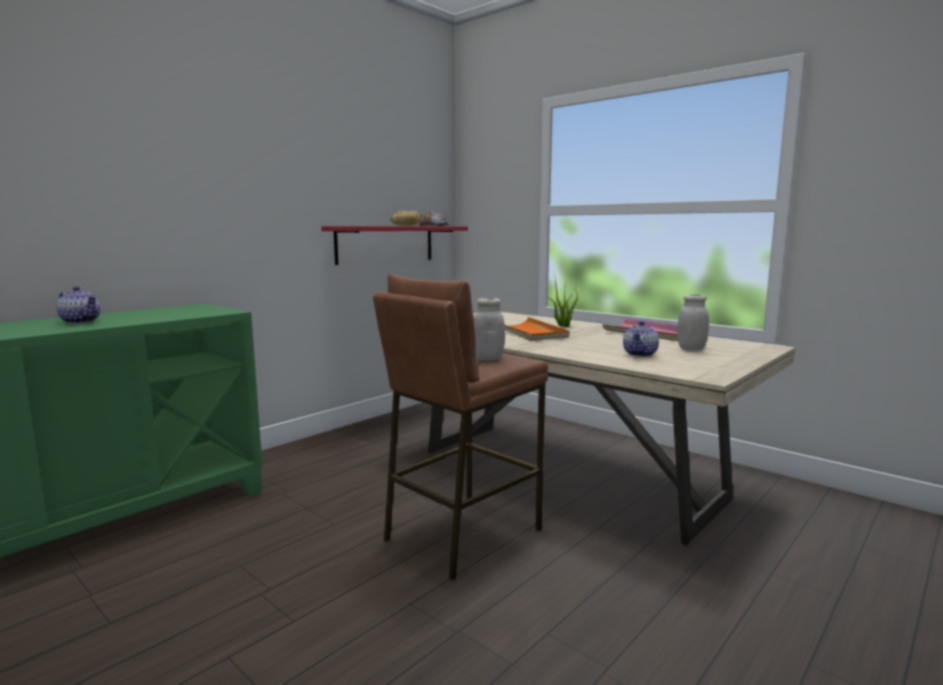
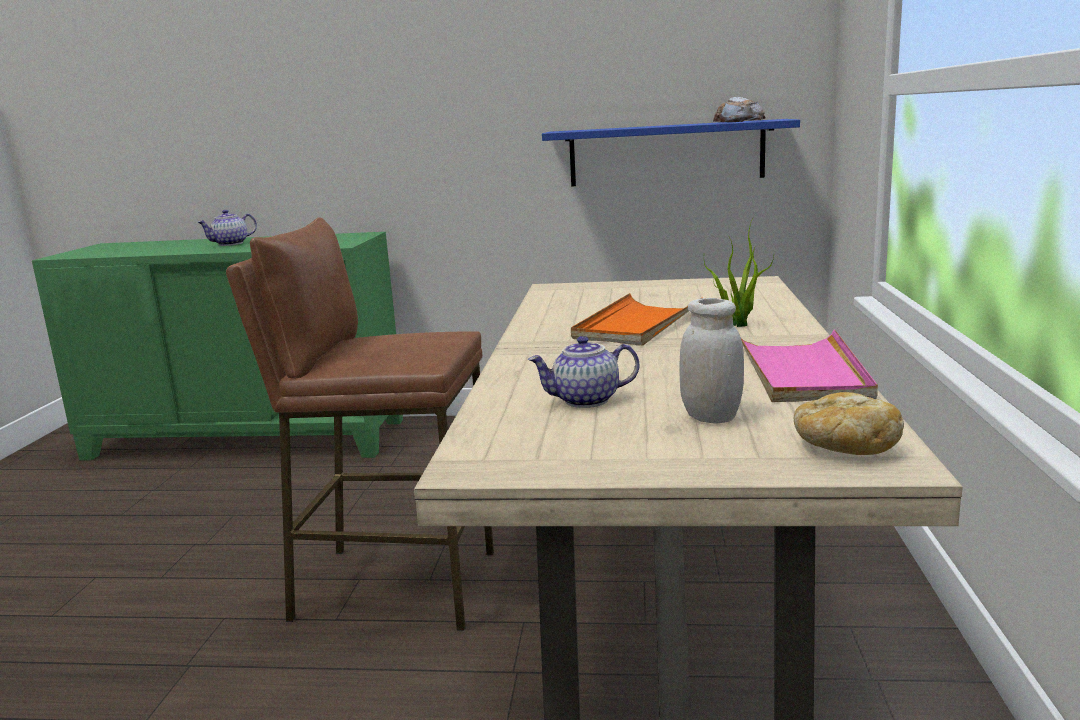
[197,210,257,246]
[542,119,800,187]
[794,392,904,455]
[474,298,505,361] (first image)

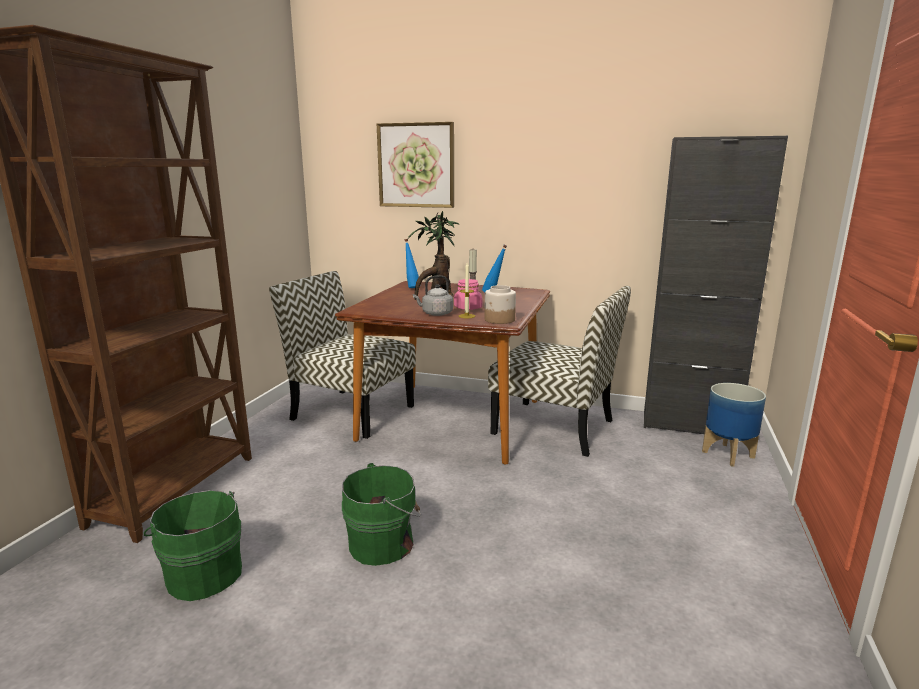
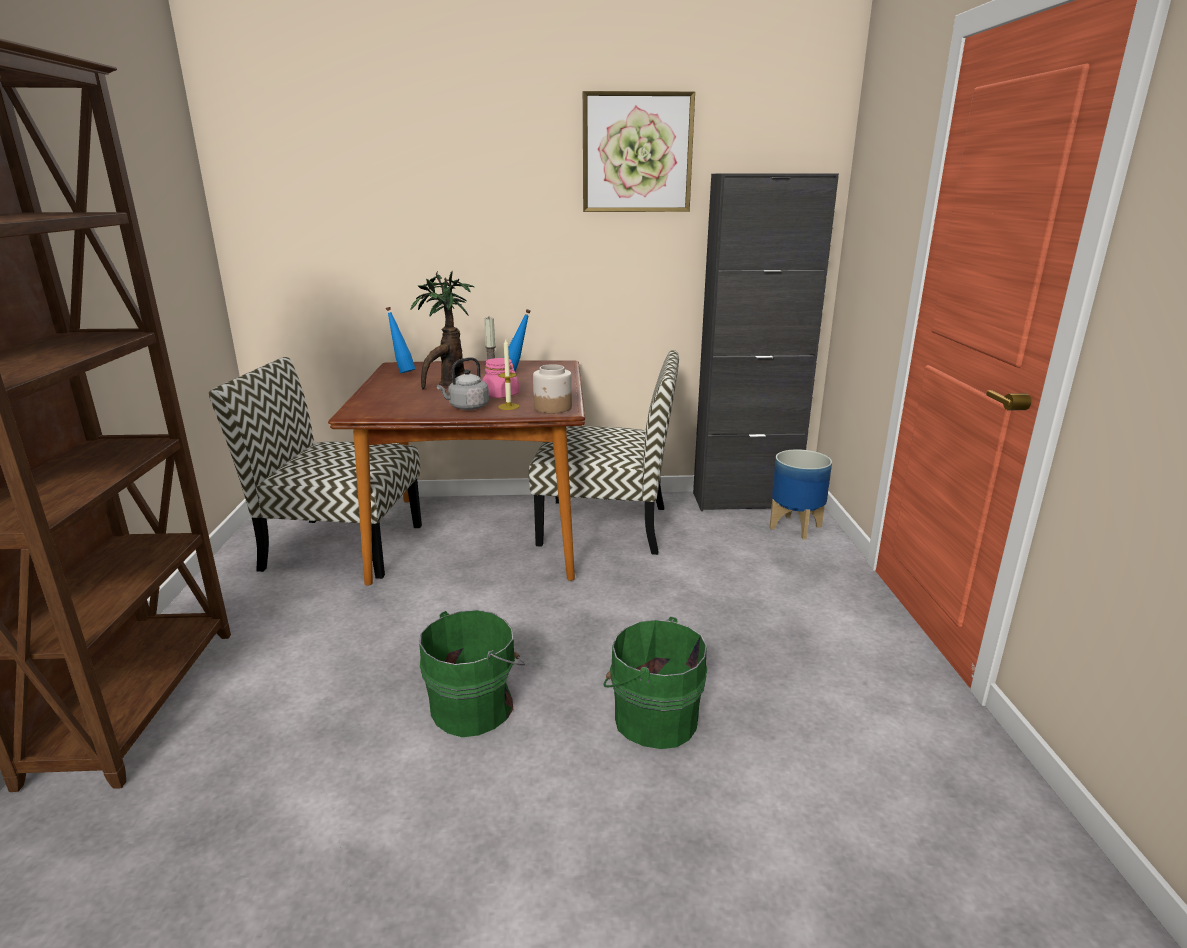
[603,617,707,749]
[583,91,695,212]

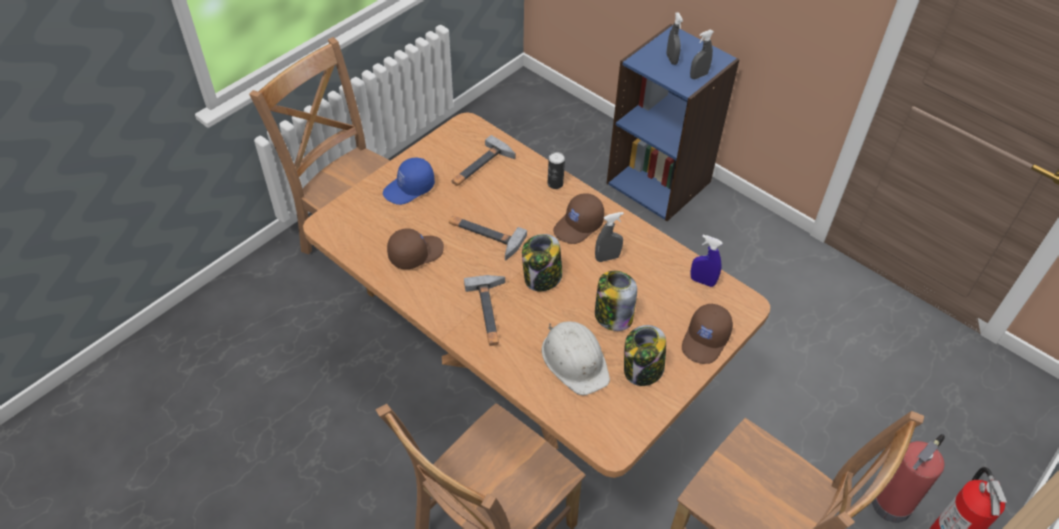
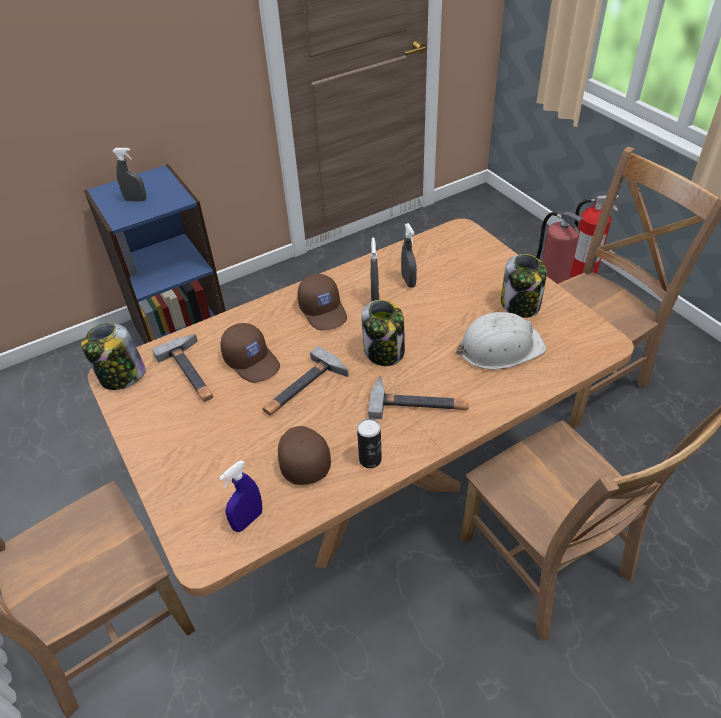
[383,158,435,205] (first image)
[357,418,382,468]
[81,323,146,390]
[220,323,280,383]
[401,223,417,288]
[219,460,262,532]

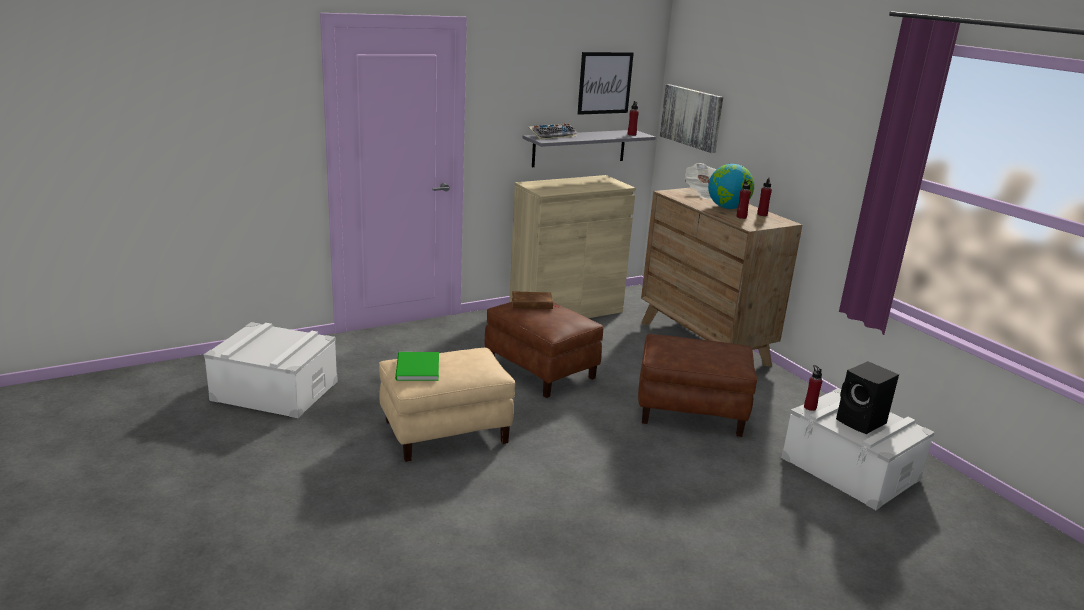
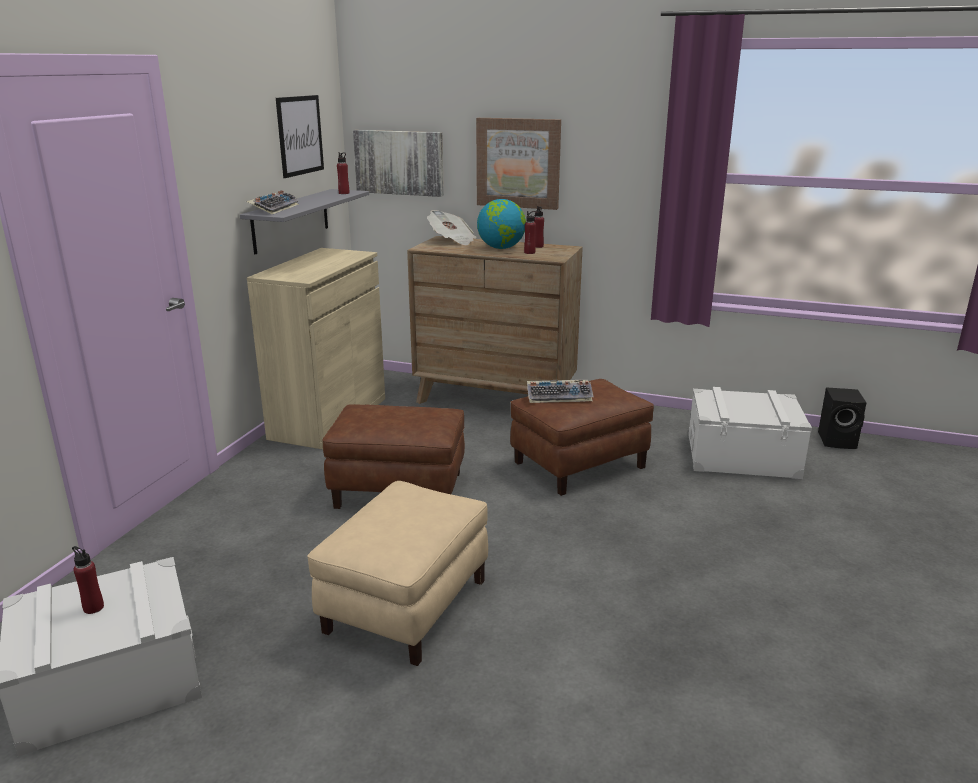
[395,352,439,381] (first image)
[512,291,558,309] (first image)
[72,546,104,614]
[818,387,867,449]
[476,118,561,210]
[527,380,594,403]

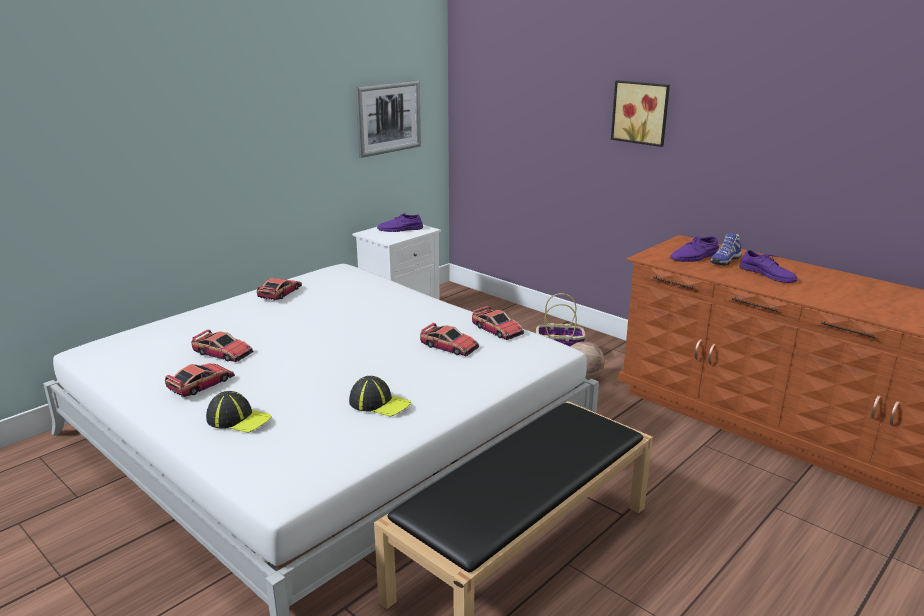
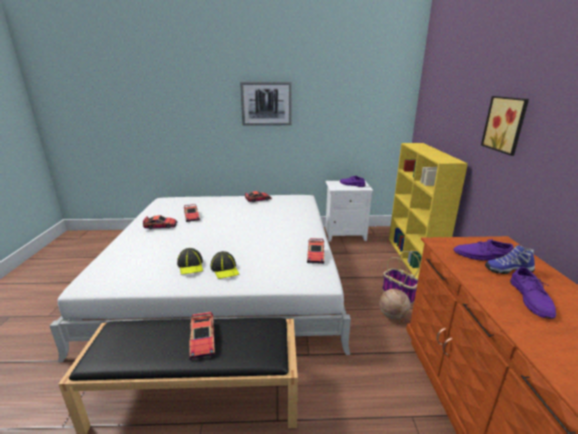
[211,251,239,279]
[240,82,292,126]
[189,312,215,360]
[389,143,468,279]

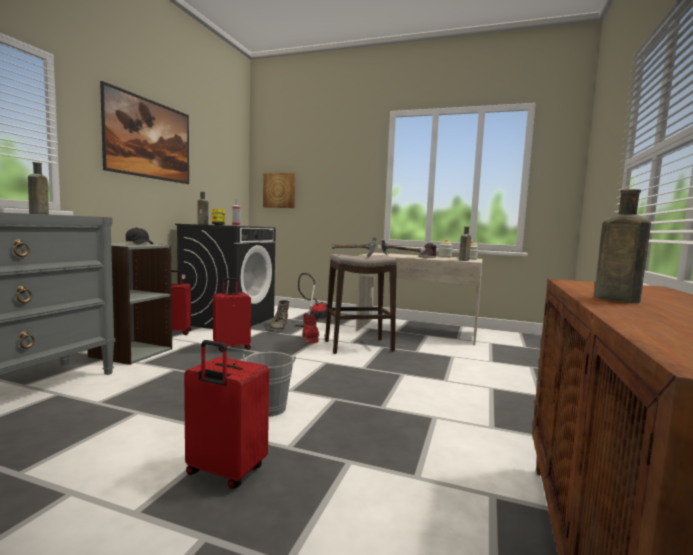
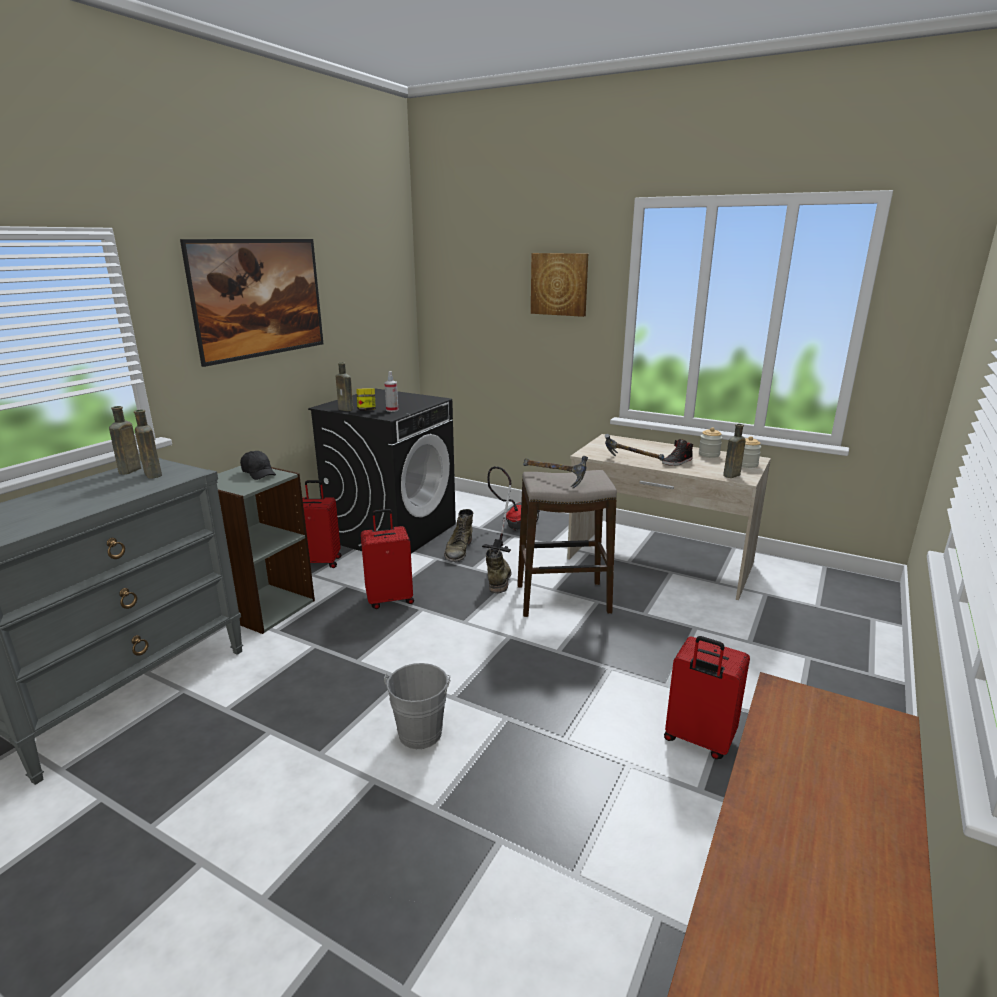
[664,636,750,759]
[531,253,588,317]
[486,548,512,593]
[134,409,162,479]

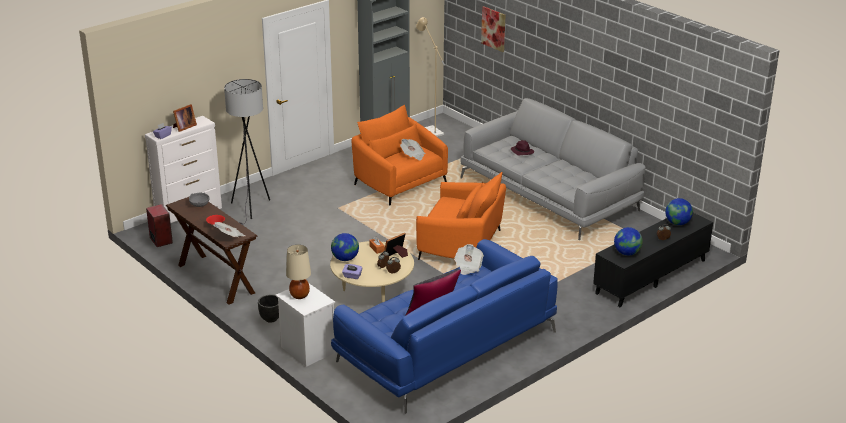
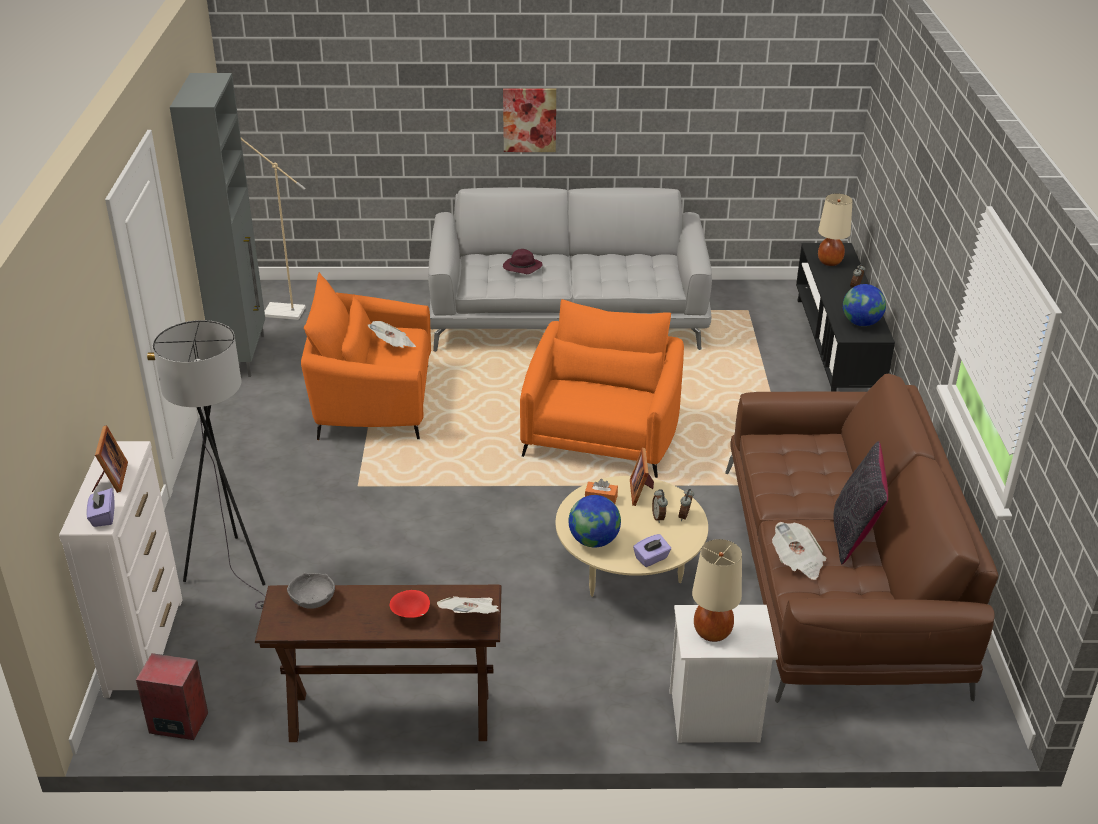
[258,295,279,323] (first image)
[725,374,998,703]
[520,299,684,478]
[772,522,826,580]
[503,88,556,152]
[818,194,853,266]

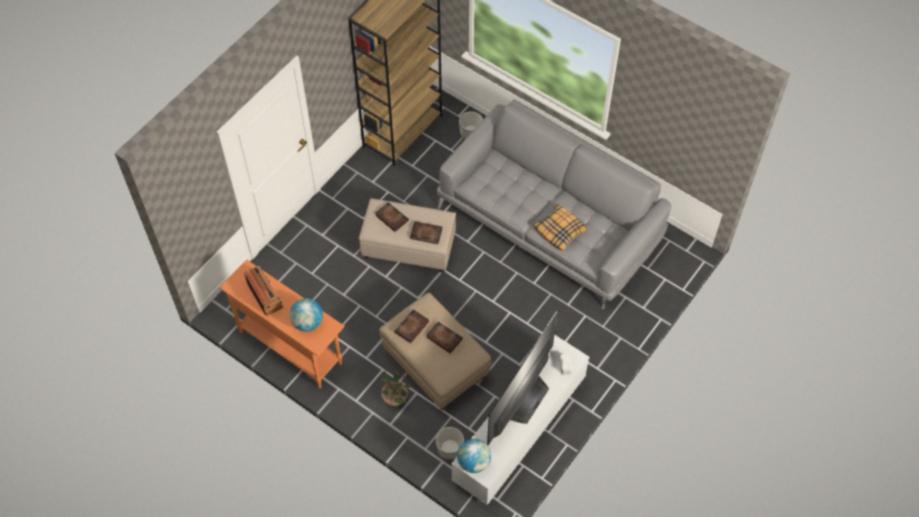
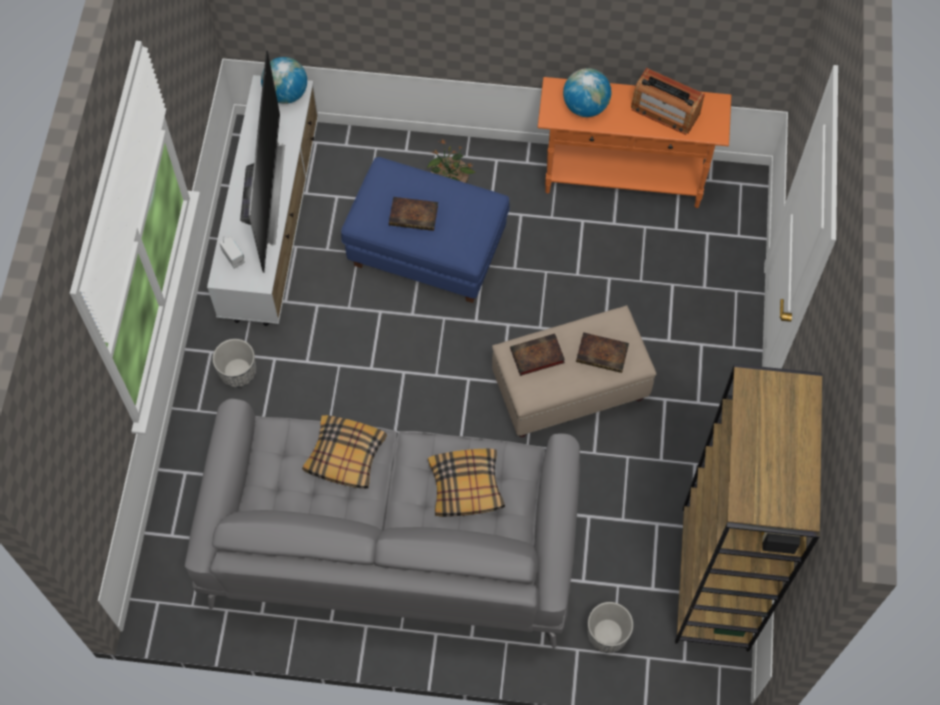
[341,157,510,303]
[394,309,429,343] (first image)
[213,339,256,388]
[428,449,505,517]

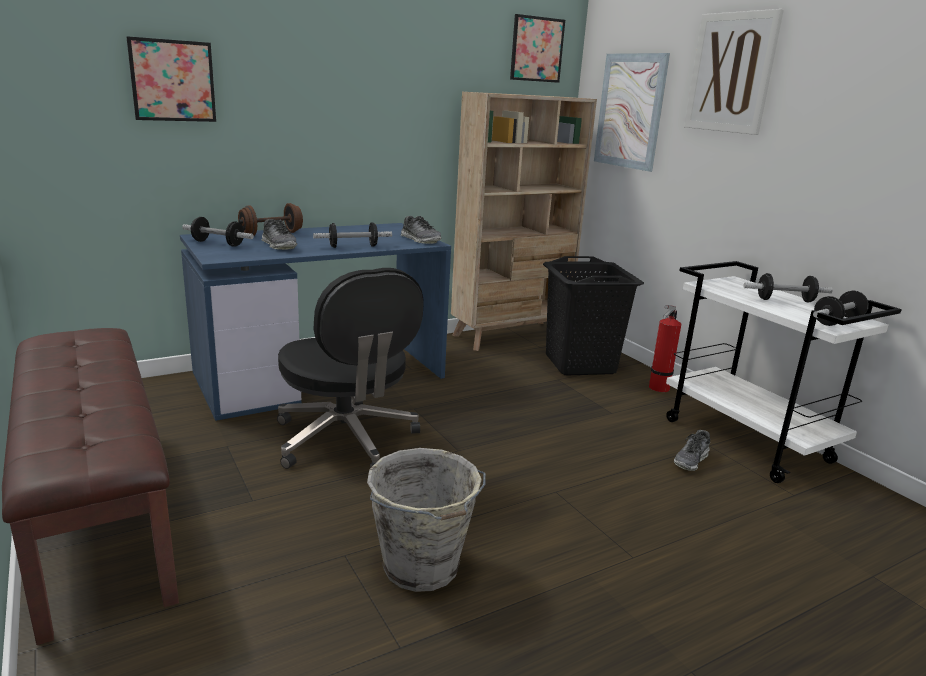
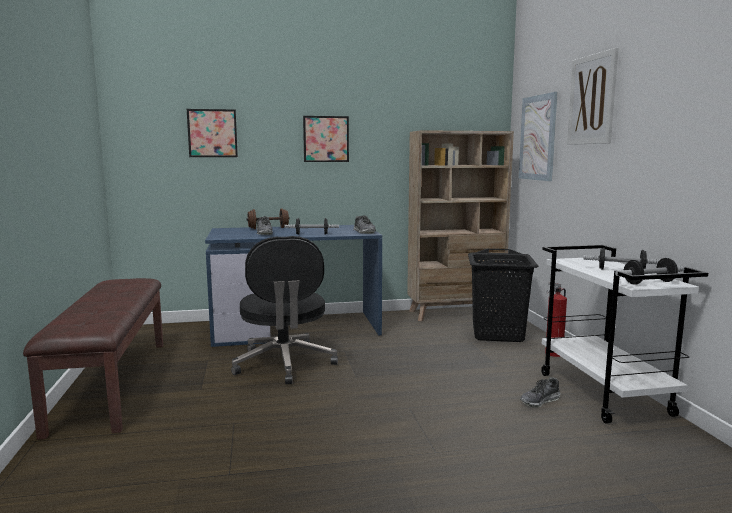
[182,217,254,247] (first image)
[367,448,486,592] (first image)
[303,116,349,162]

